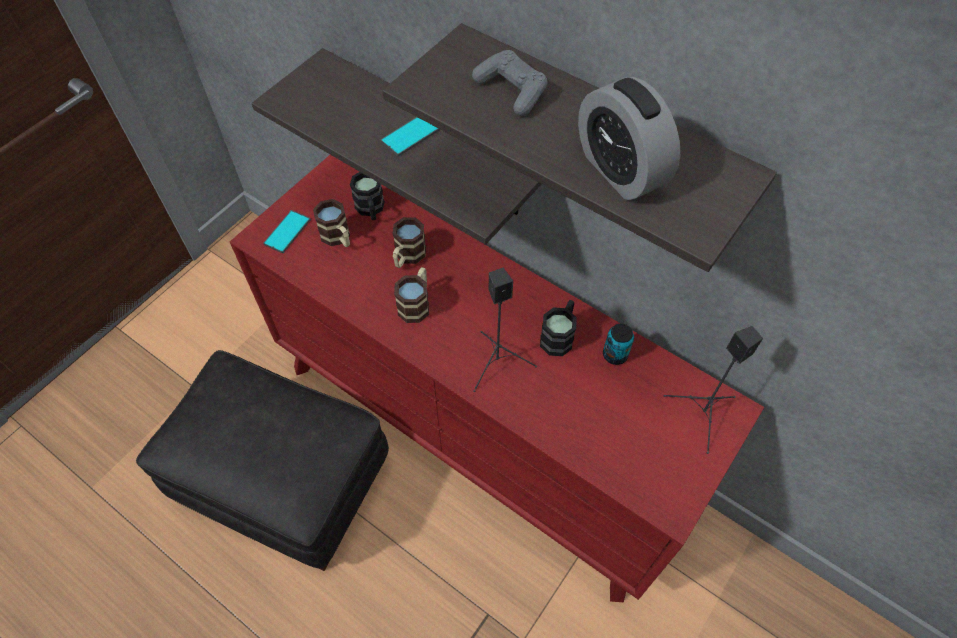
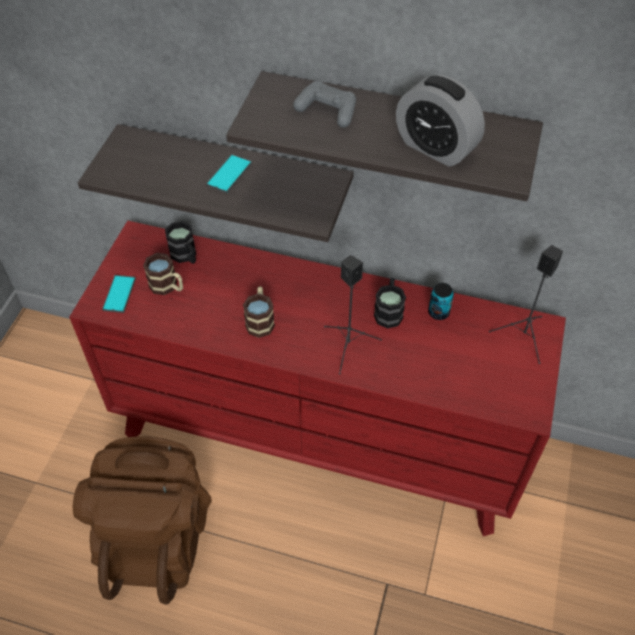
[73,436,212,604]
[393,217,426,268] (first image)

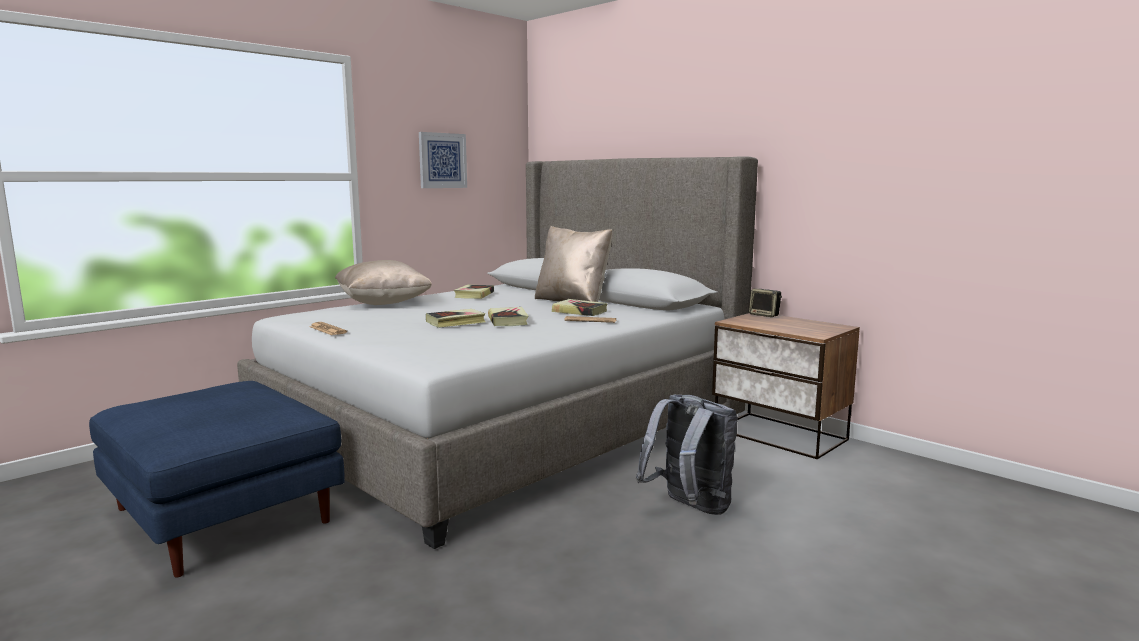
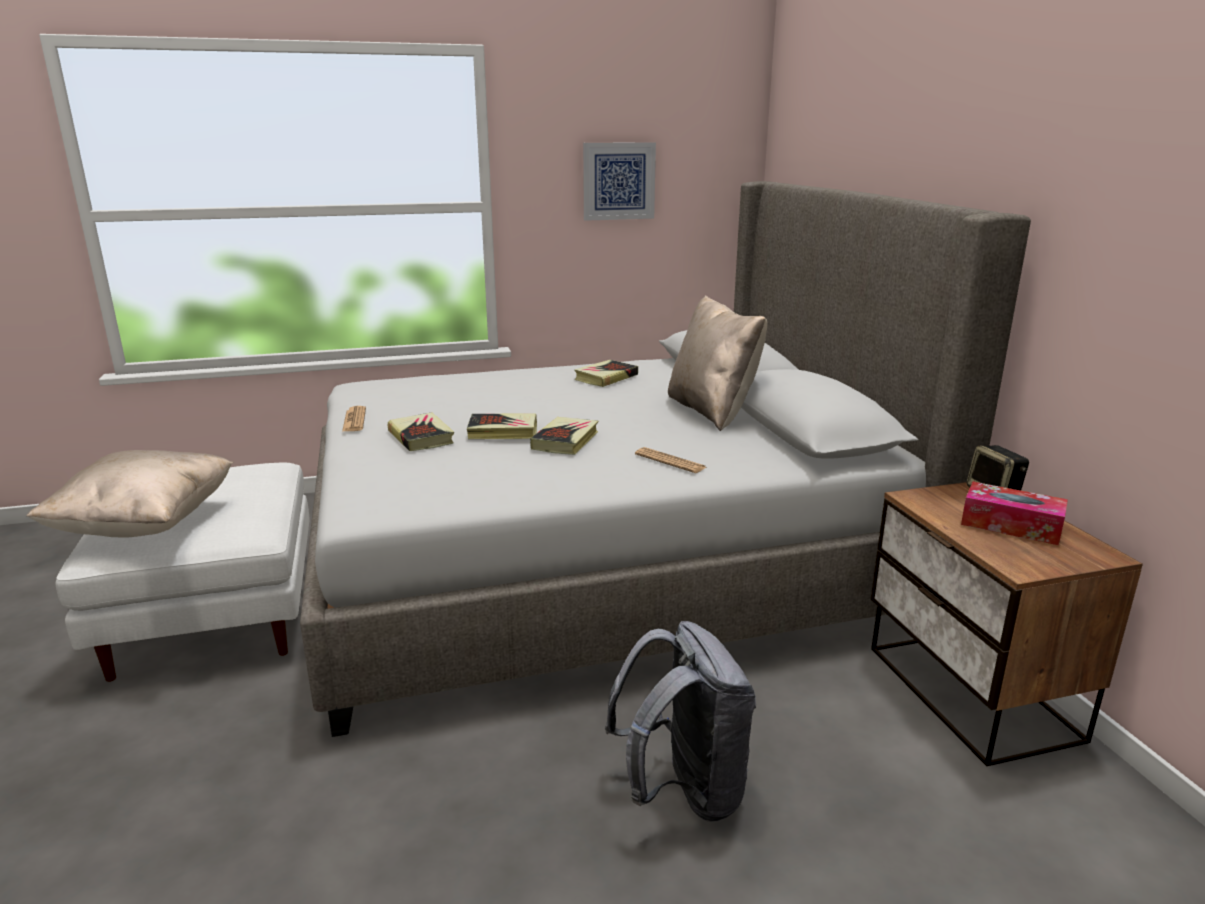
[56,463,310,682]
[26,450,234,538]
[388,412,454,451]
[961,482,1068,545]

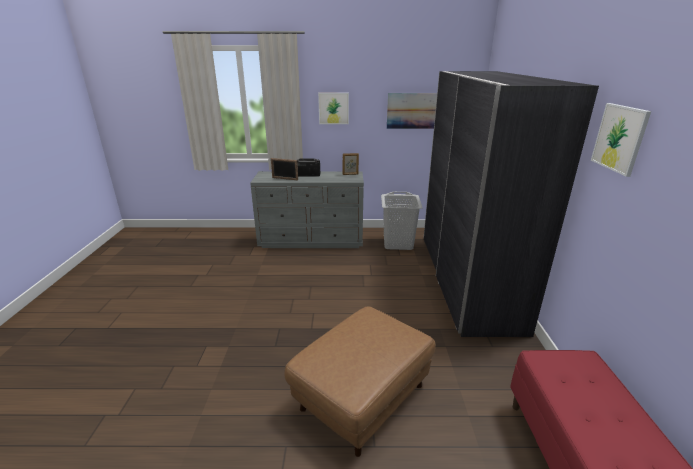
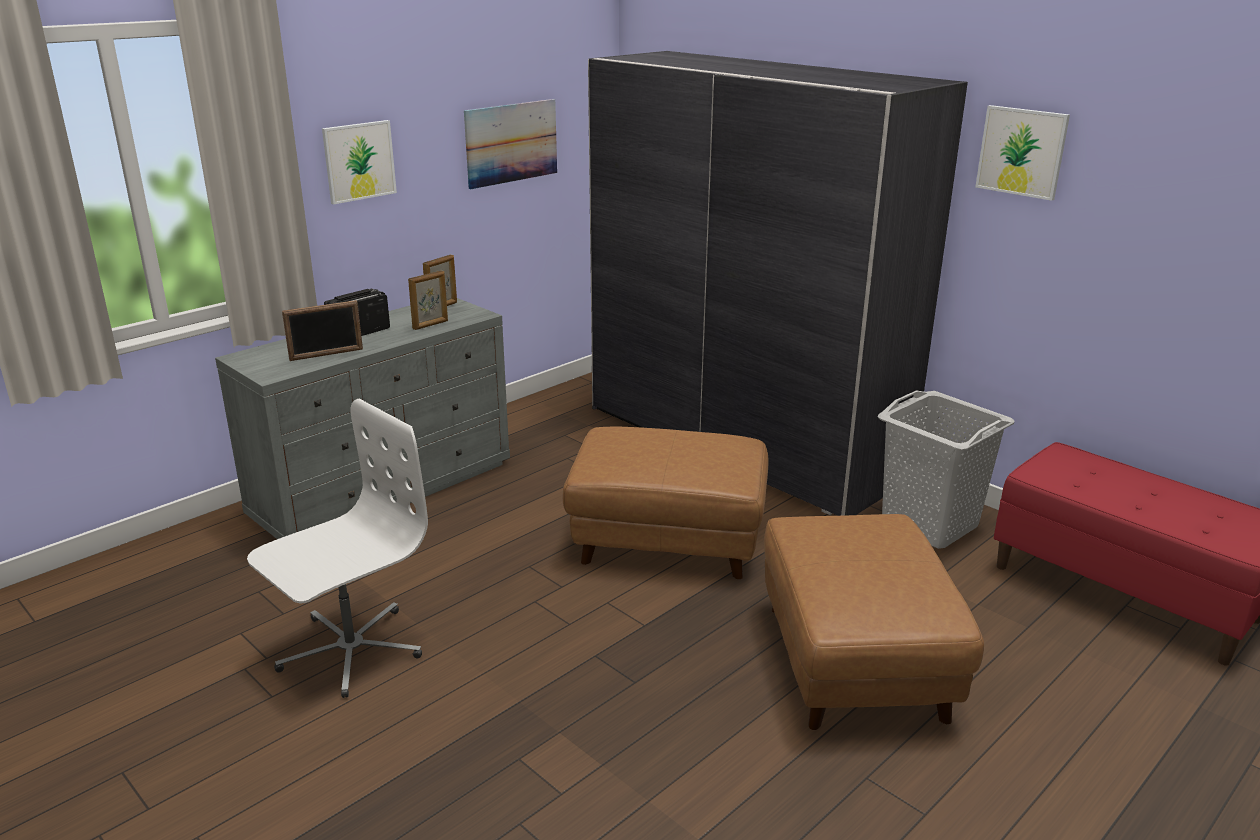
[878,390,1014,549]
[247,399,428,698]
[408,271,448,330]
[563,427,768,579]

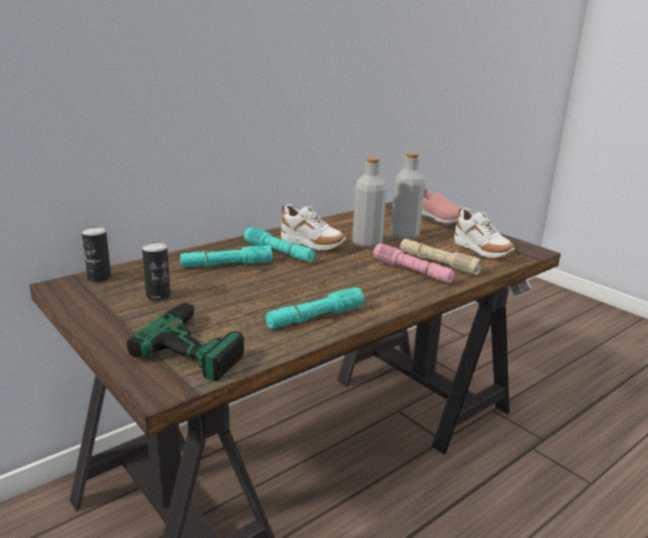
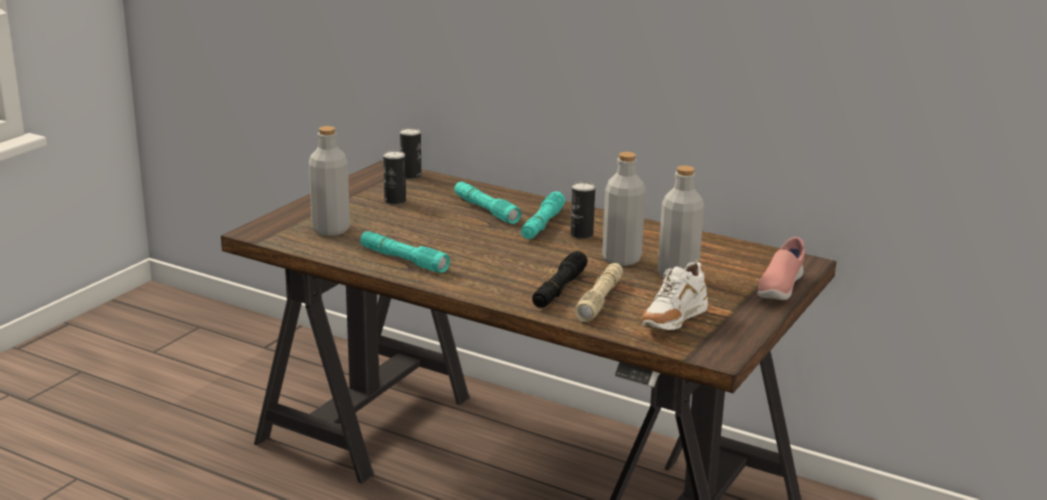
[309,126,350,236]
[570,182,595,239]
[532,251,588,308]

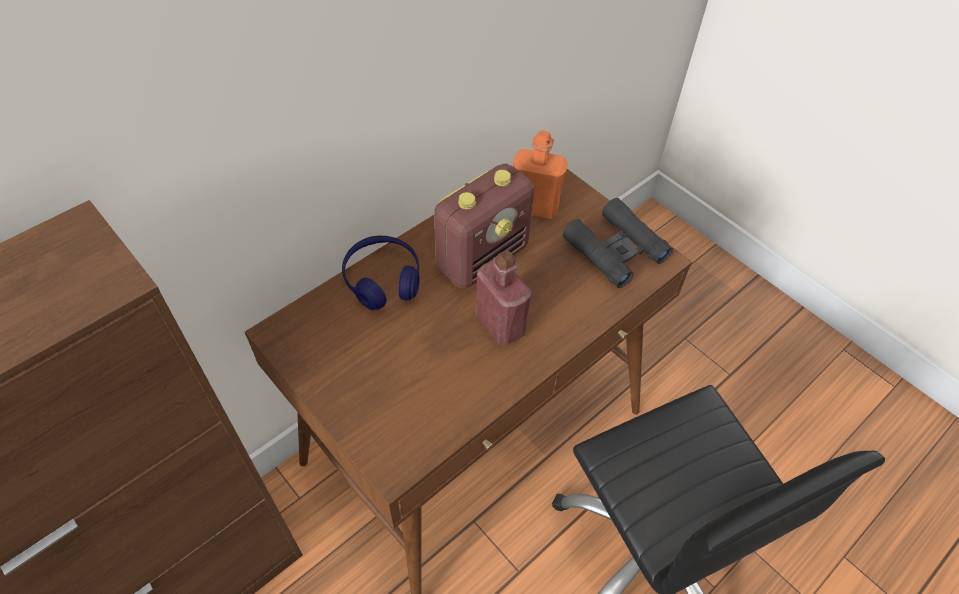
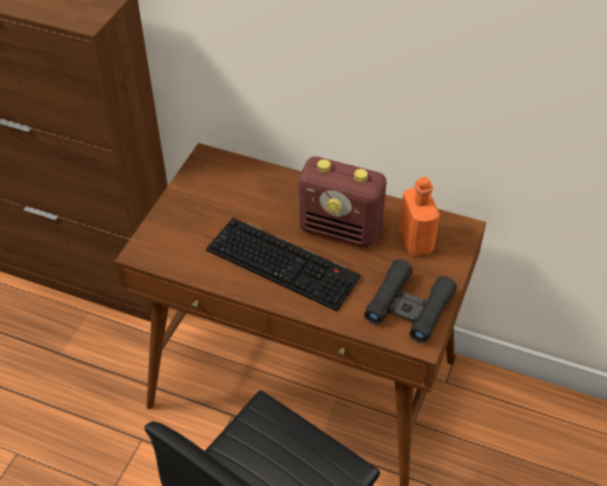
[342,236,420,310] (first image)
[206,218,361,311]

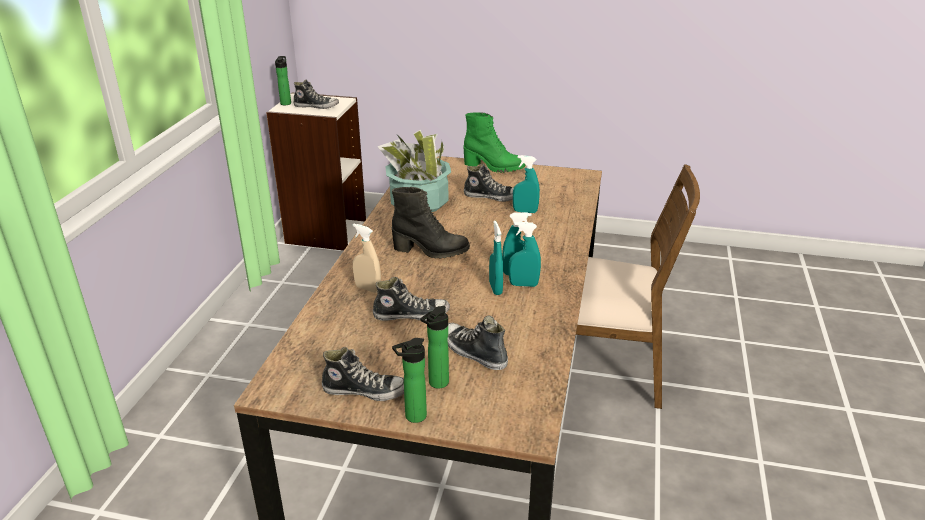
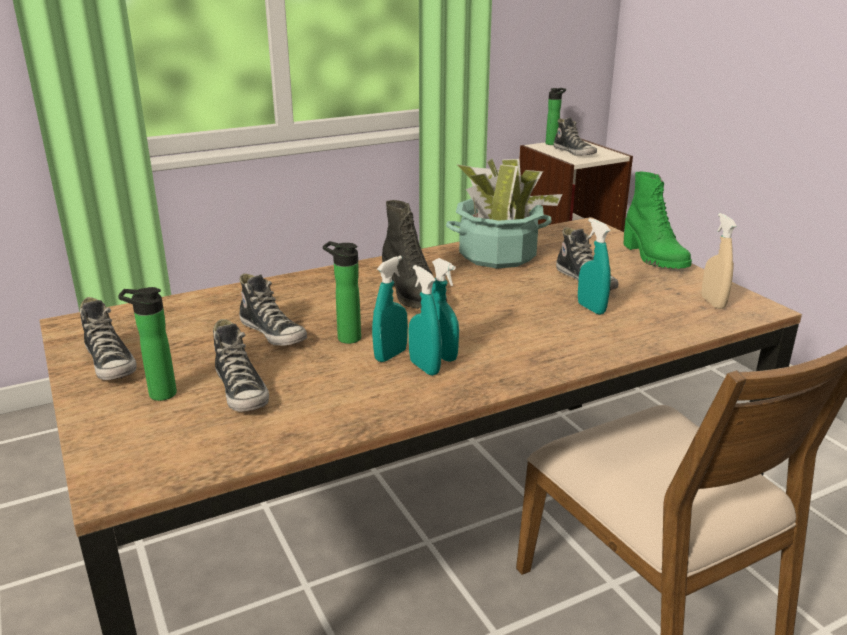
[701,213,736,309]
[323,241,361,344]
[213,319,269,412]

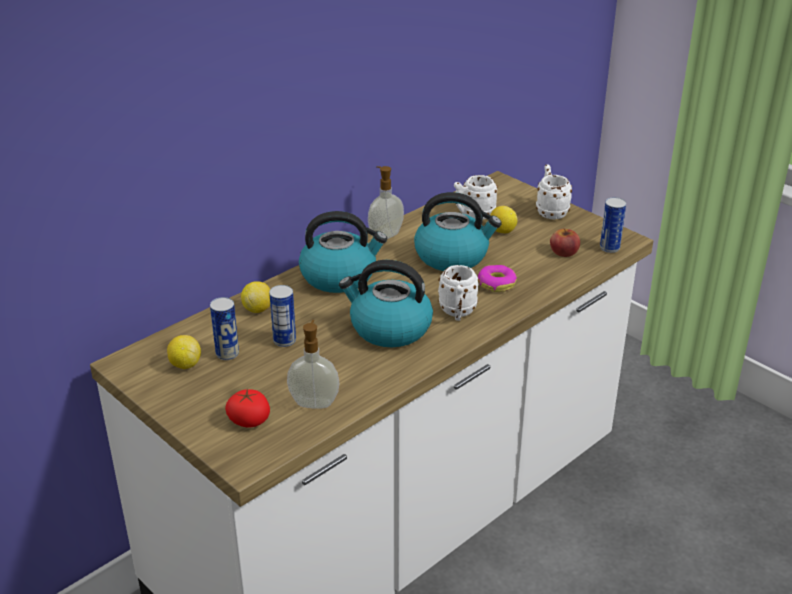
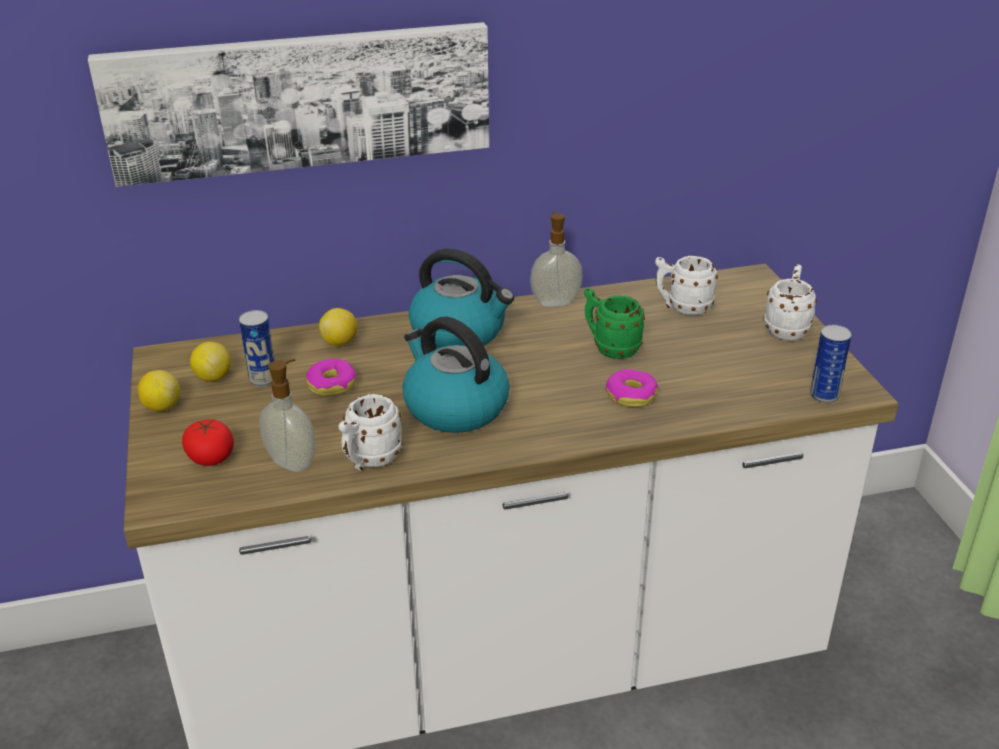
[306,359,356,396]
[584,288,645,359]
[338,394,403,471]
[137,370,180,412]
[550,228,580,257] (first image)
[88,22,489,187]

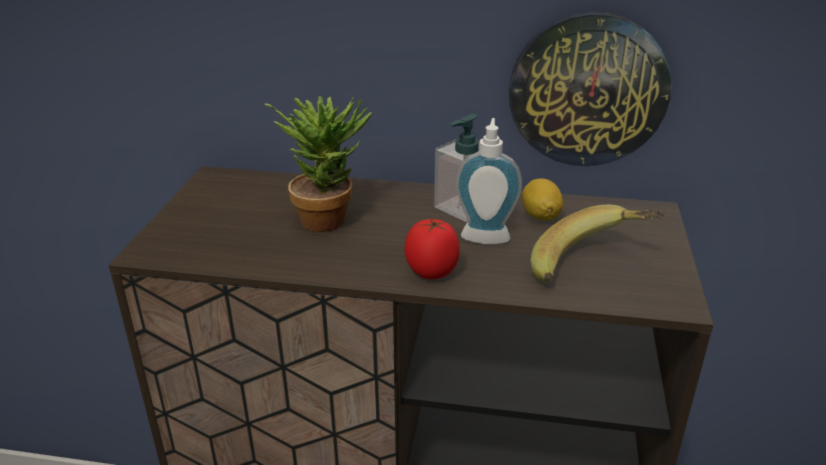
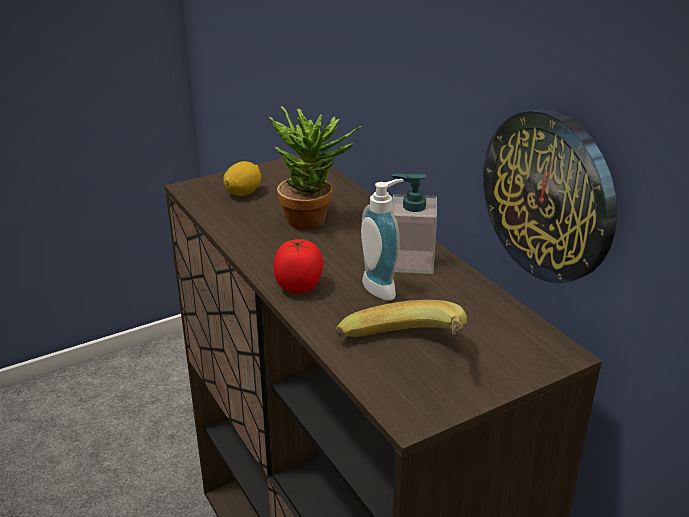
[223,161,261,196]

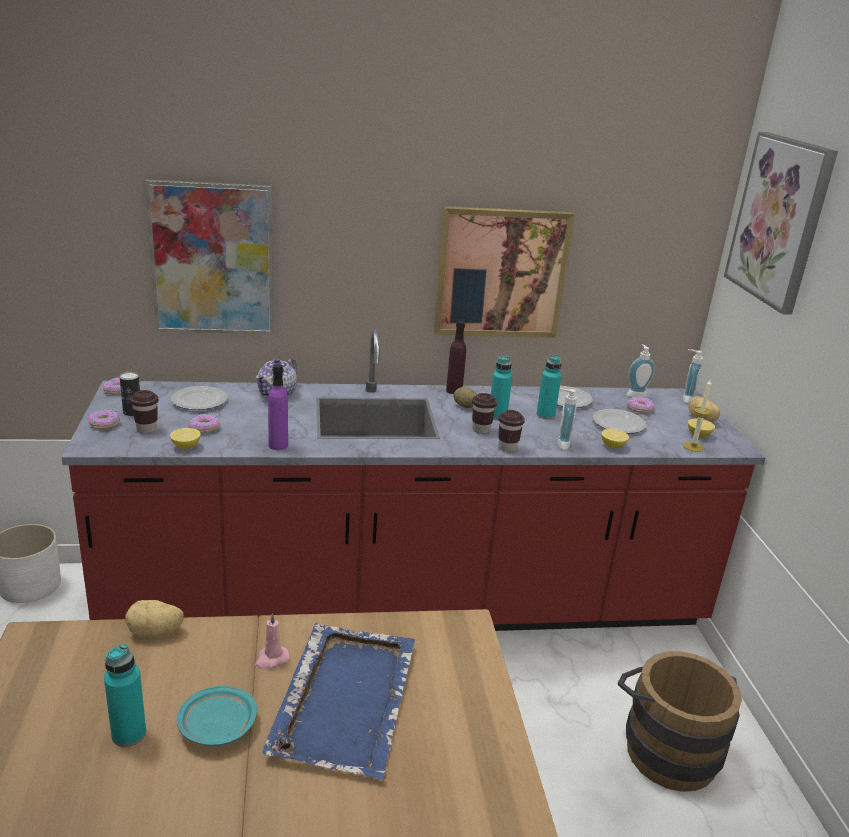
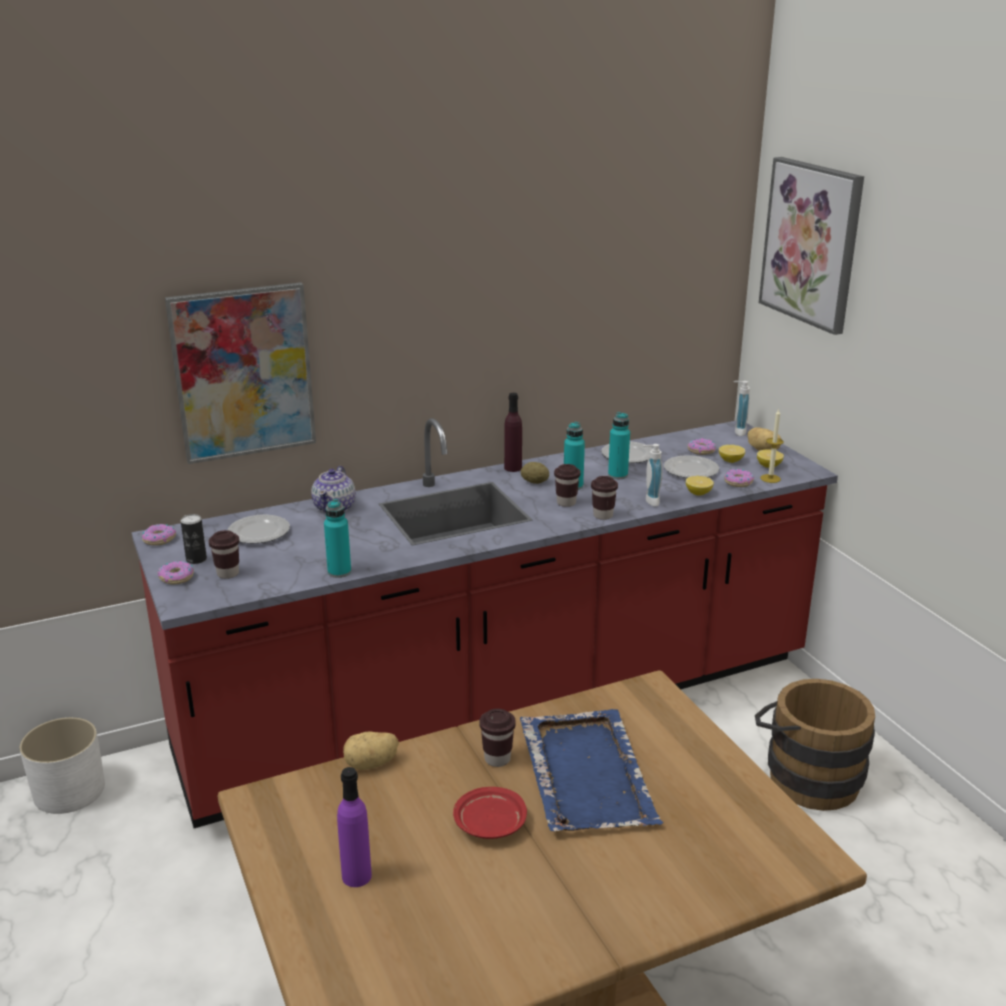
[324,499,351,578]
[719,445,745,463]
[453,787,527,839]
[724,469,754,487]
[479,708,516,767]
[337,767,372,887]
[434,206,575,338] (first image)
[627,344,655,398] (first image)

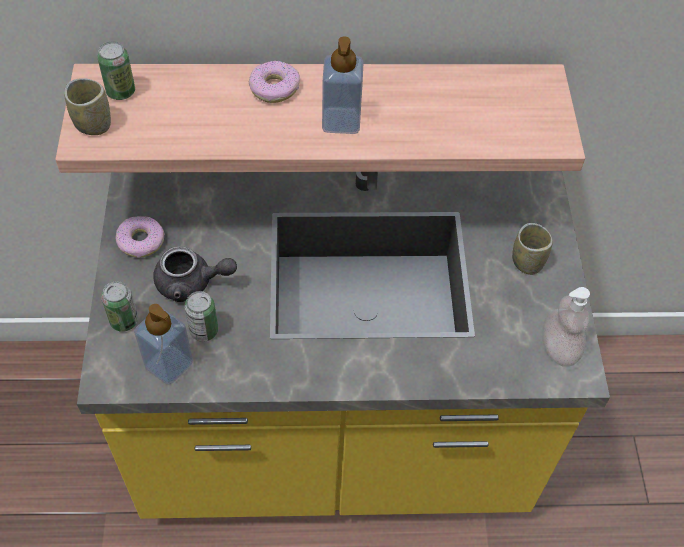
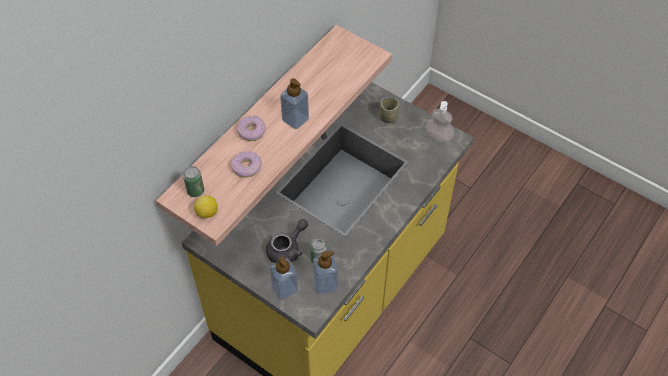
[194,195,218,218]
[270,257,298,300]
[231,151,262,178]

